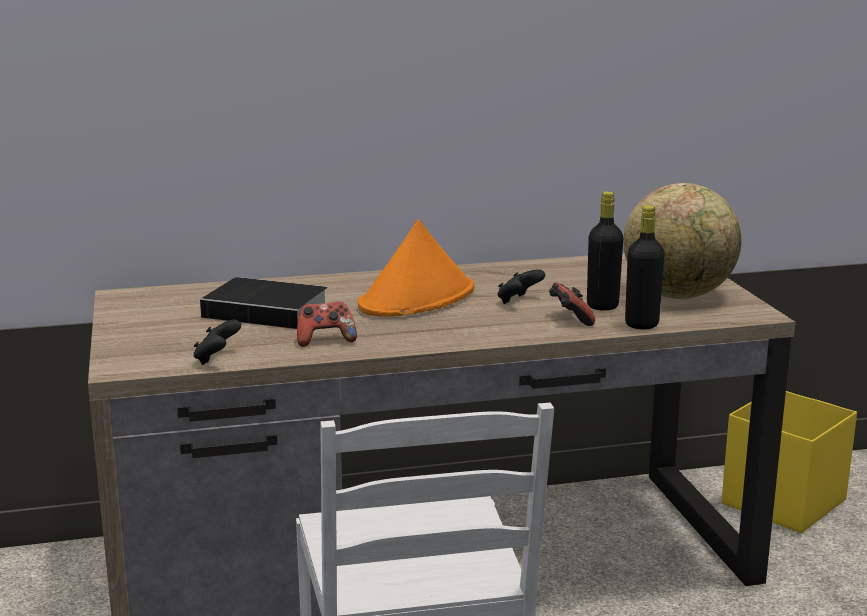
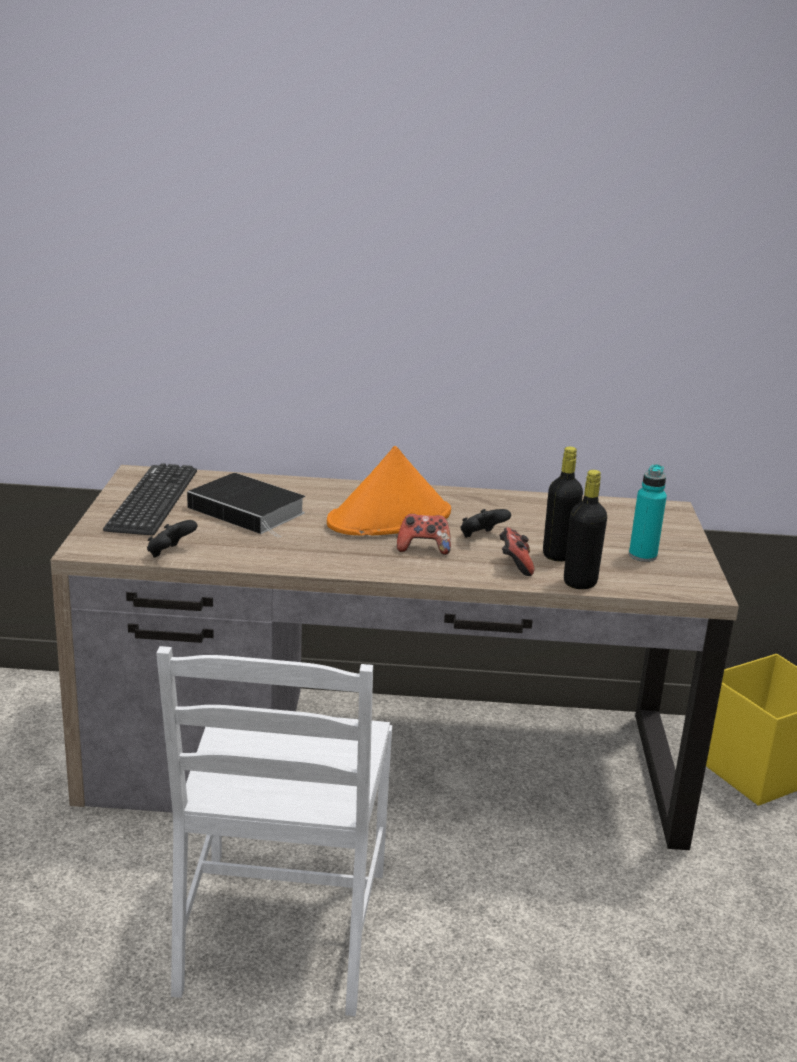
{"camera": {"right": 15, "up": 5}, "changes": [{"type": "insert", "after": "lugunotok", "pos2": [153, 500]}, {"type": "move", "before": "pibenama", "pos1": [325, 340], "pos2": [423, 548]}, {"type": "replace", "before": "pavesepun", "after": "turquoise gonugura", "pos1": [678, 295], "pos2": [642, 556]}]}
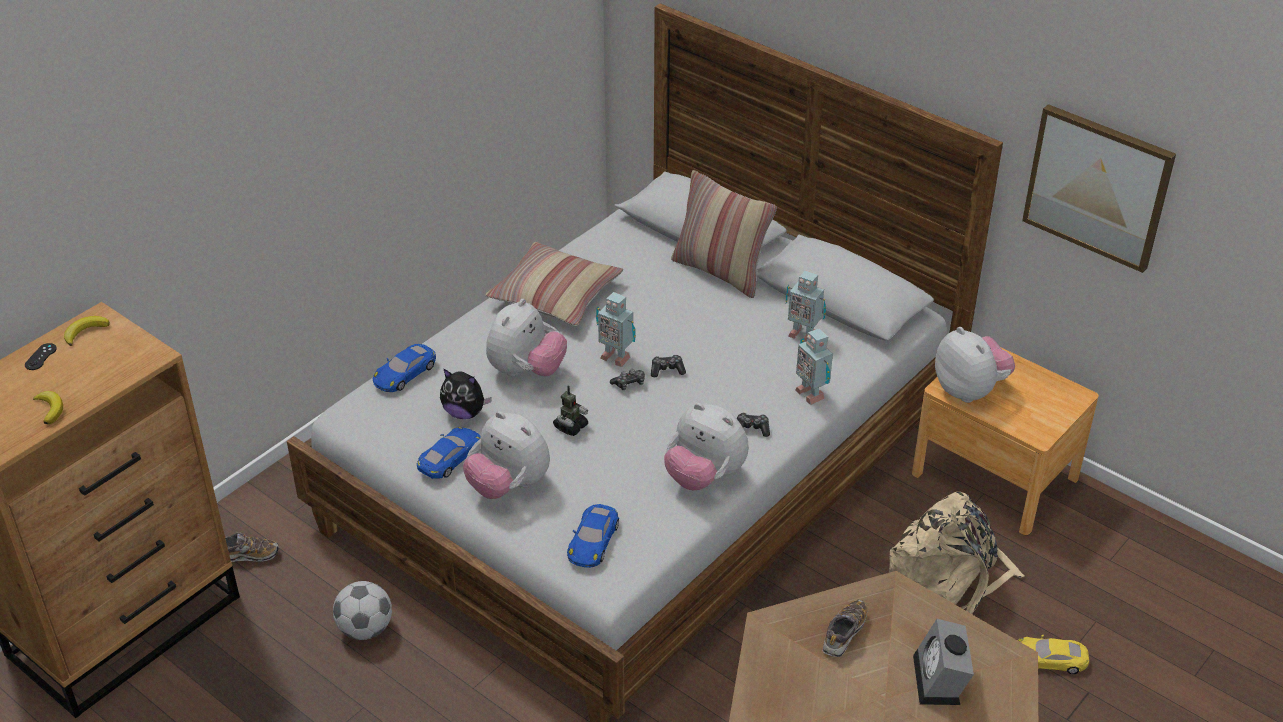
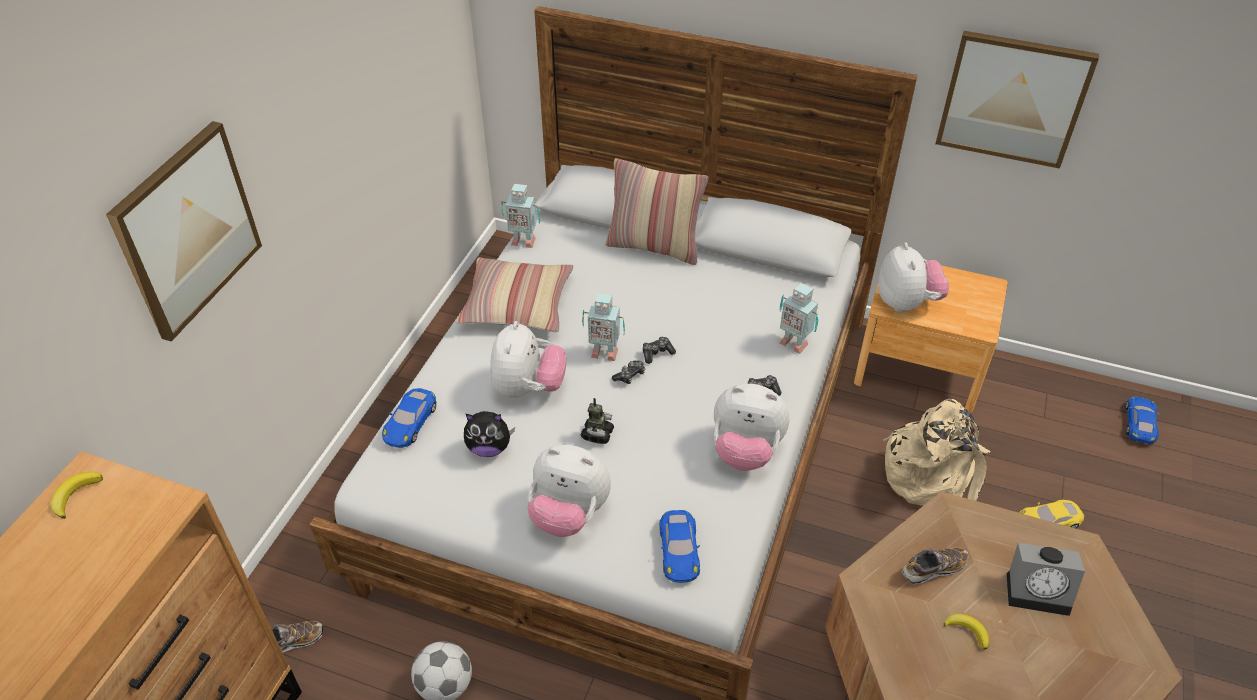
{"camera": {"right": -20, "up": 5}, "changes": [{"type": "insert", "after": "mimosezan", "pos2": [186, 230]}, {"type": "move", "before": "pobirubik", "pos1": [802, 334], "pos2": [523, 240]}, {"type": "rotate", "before": "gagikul", "pos1": [969, 390], "pos2": [906, 303], "turn": 45}, {"type": "rotate", "before": "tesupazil", "pos1": [844, 634], "pos2": [933, 569], "turn": 60}, {"type": "move", "before": "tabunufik", "pos1": [50, 409], "pos2": [967, 631]}, {"type": "rotate", "before": "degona", "pos1": [940, 681], "pos2": [1039, 591], "turn": -60}, {"type": "move", "before": "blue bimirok", "pos1": [450, 457], "pos2": [1140, 423]}, {"type": "delete", "before": "black pibenama", "pos1": [40, 357]}]}
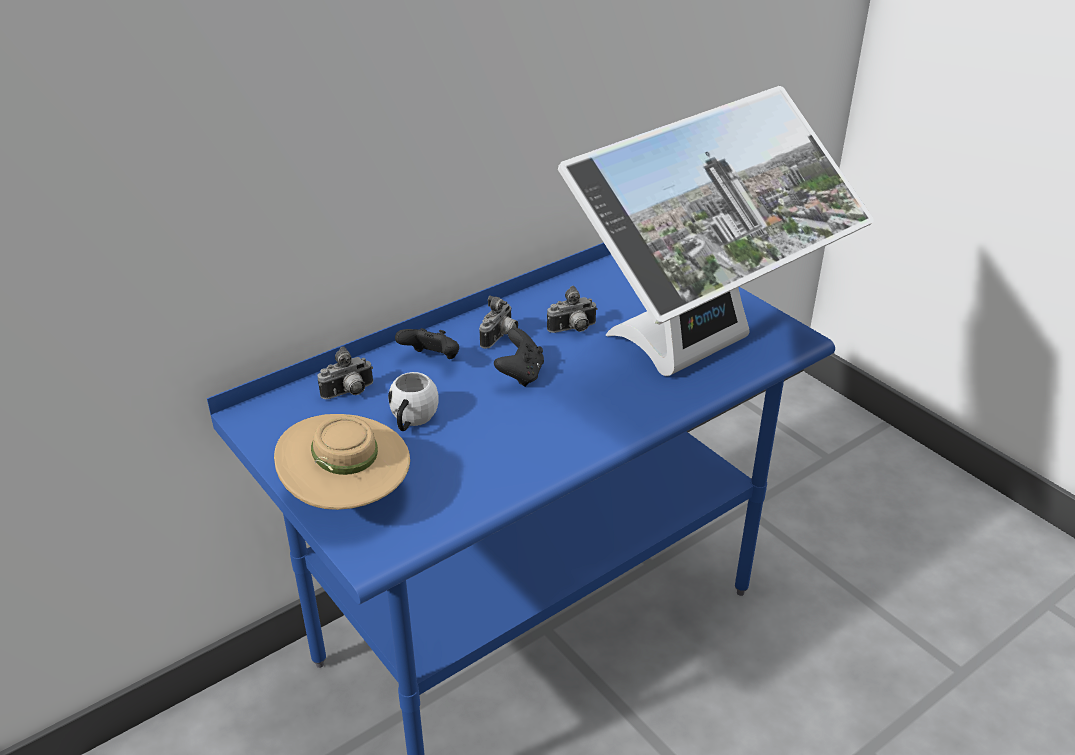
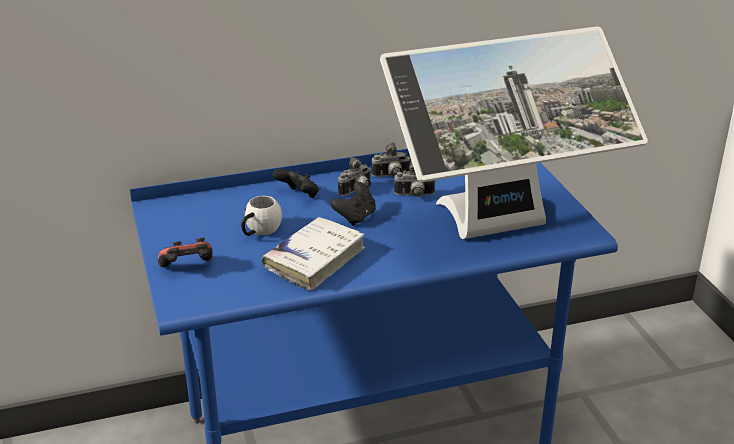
{"camera": {"right": 20, "up": -5}, "changes": [{"type": "replace", "before": "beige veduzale", "after": "pibenama", "pos1": [348, 497], "pos2": [188, 268]}, {"type": "insert", "after": "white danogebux", "pos2": [315, 260]}, {"type": "move", "before": "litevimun", "pos1": [349, 393], "pos2": [391, 176]}]}
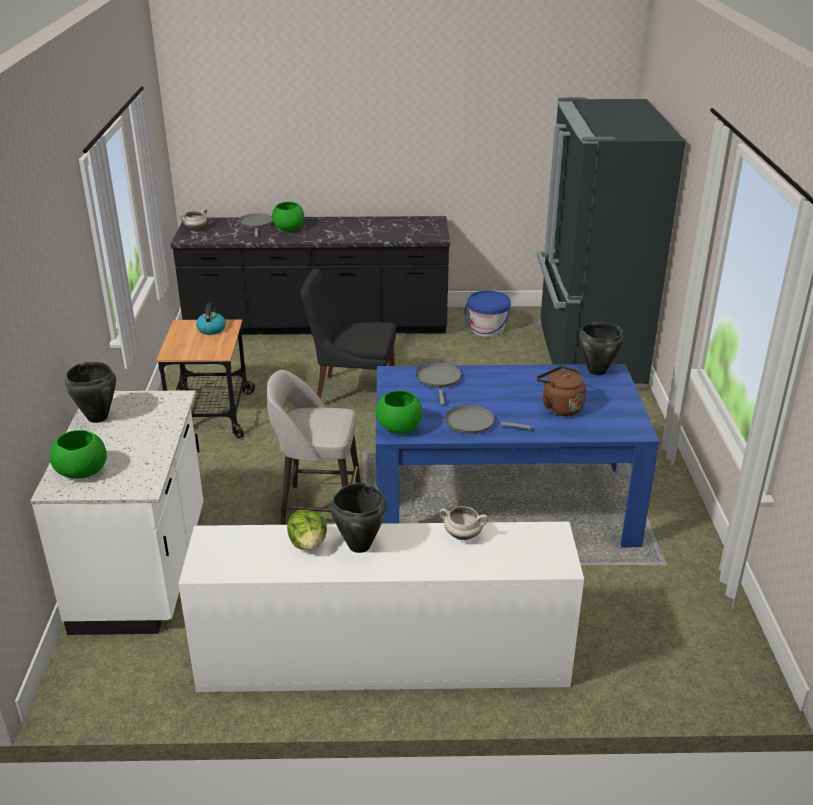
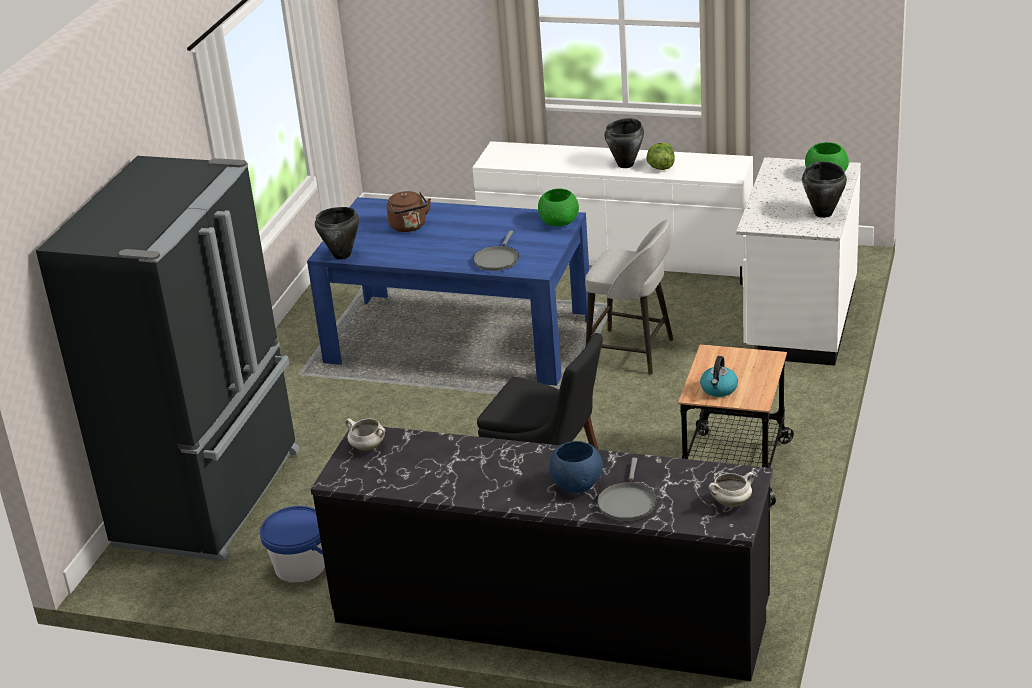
{"camera": {"right": -160, "up": 0}, "changes": [{"type": "move", "before": "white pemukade", "pos1": [463, 535], "pos2": [367, 447]}, {"type": "recolor", "before": "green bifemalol", "after": "blue bifemalol", "pos1": [289, 228], "pos2": [577, 483]}, {"type": "delete", "before": "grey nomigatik", "pos1": [473, 423]}]}
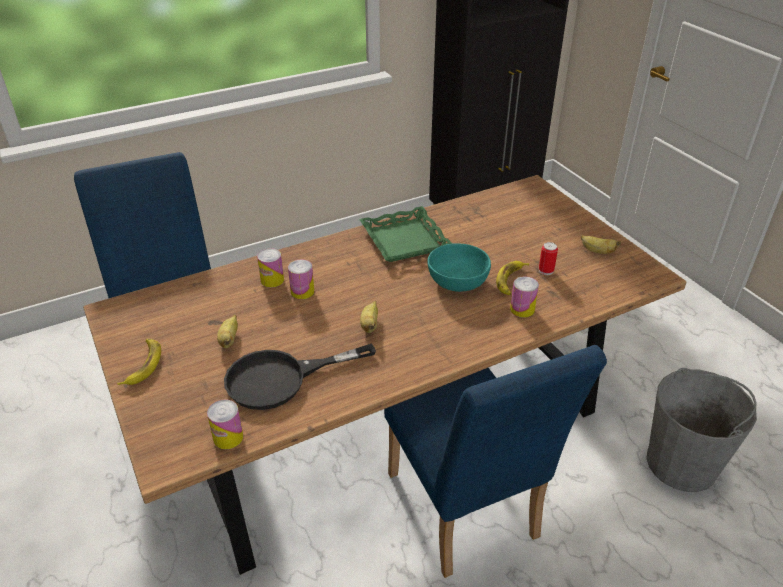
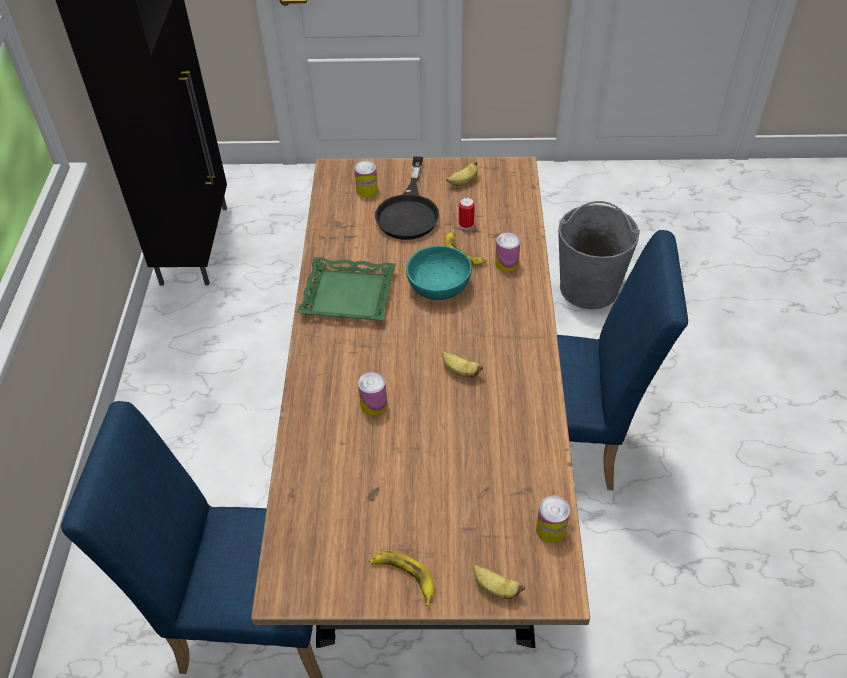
{"camera": {"right": -60, "up": 10}, "changes": [{"type": "move", "before": "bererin", "pos1": [272, 280], "pos2": [367, 190]}, {"type": "move", "before": "black nomigatik", "pos1": [281, 379], "pos2": [409, 211]}, {"type": "move", "before": "tabunufik", "pos1": [229, 339], "pos2": [495, 588]}]}
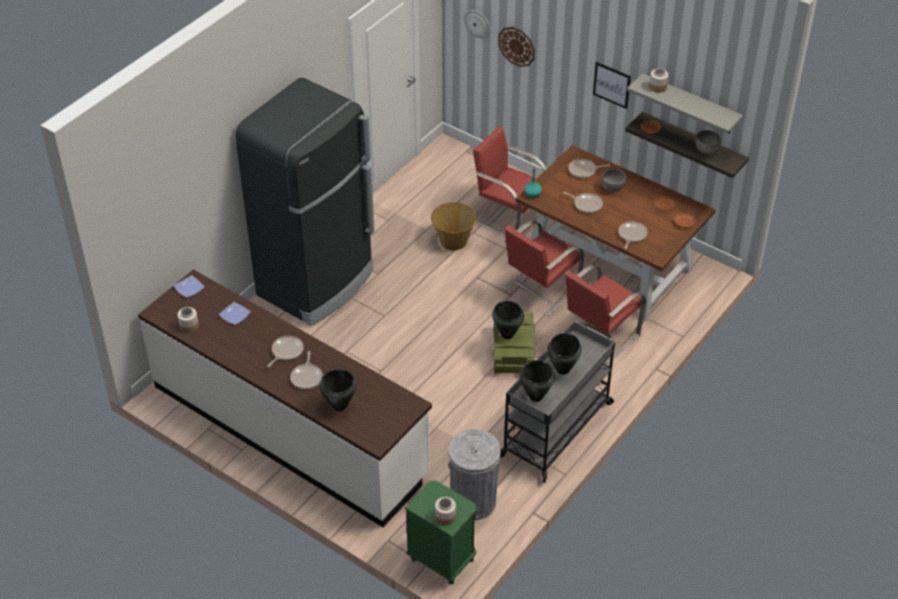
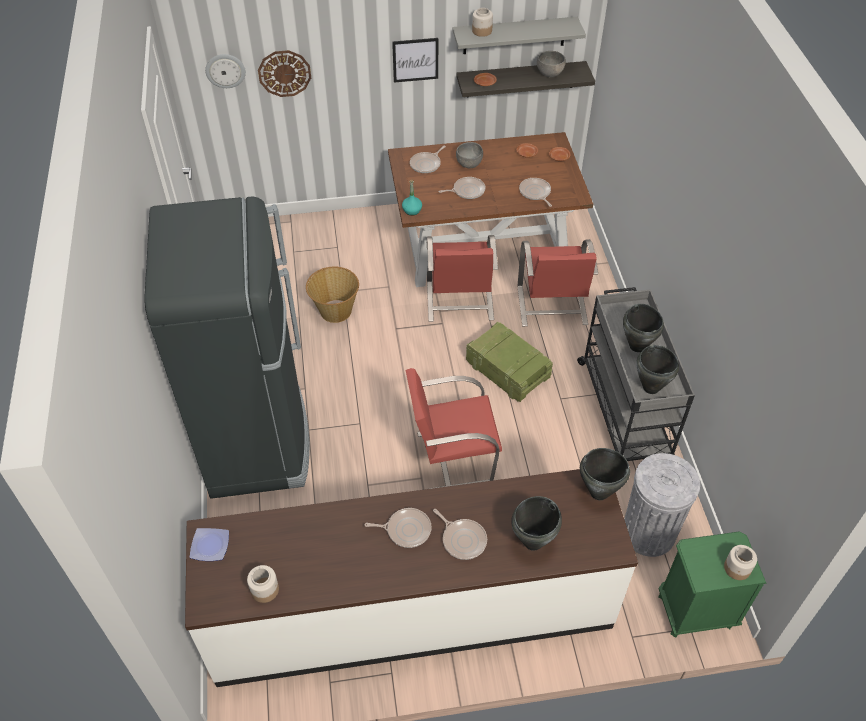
{"camera": {"right": -45, "up": 5}, "changes": [{"type": "rotate", "before": "nomigatik", "pos1": [286, 351], "pos2": [406, 529], "turn": 105}, {"type": "move", "before": "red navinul", "pos1": [509, 215], "pos2": [452, 458]}, {"type": "move", "before": "black pemukade", "pos1": [507, 334], "pos2": [599, 493]}, {"type": "delete", "before": "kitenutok", "pos1": [235, 314]}]}
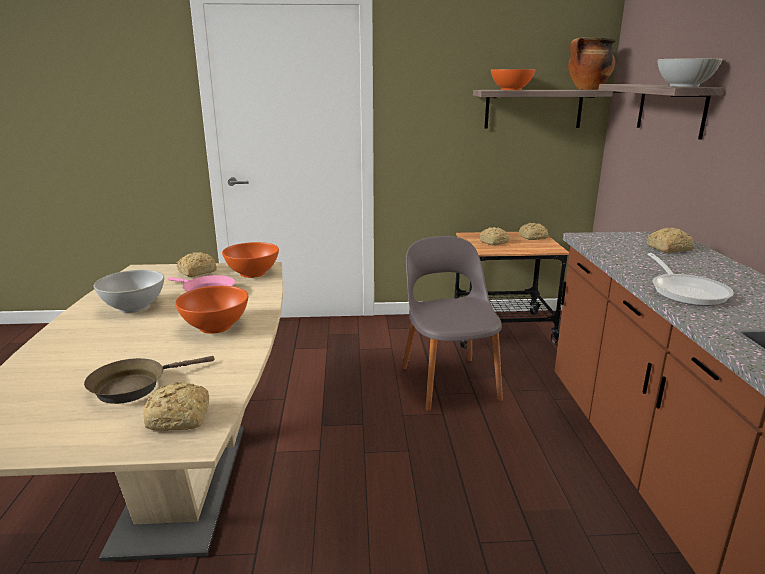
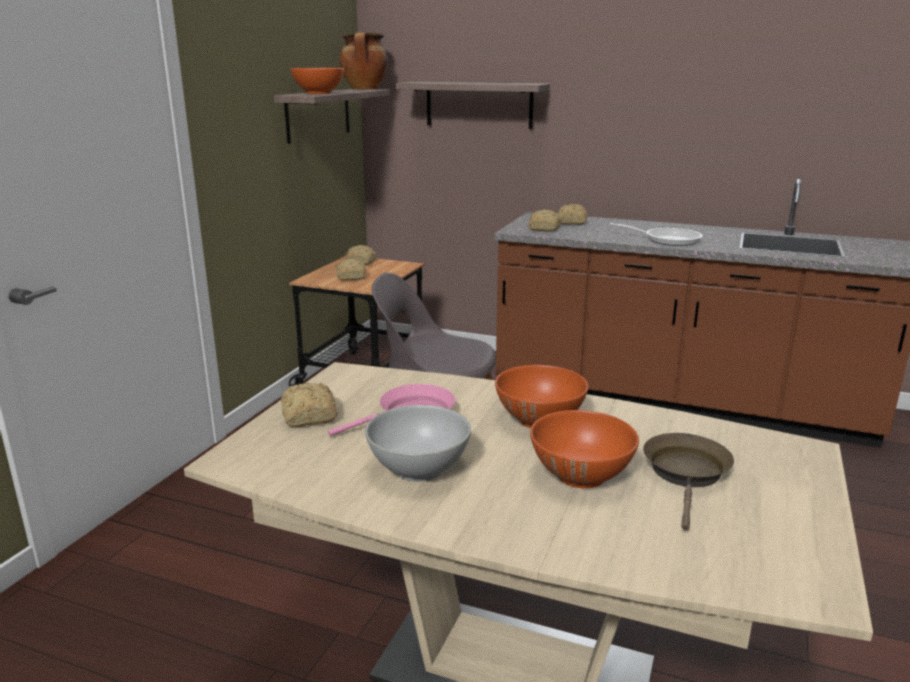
{"camera": {"right": -65, "up": 0}, "changes": [{"type": "move", "before": "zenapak", "pos1": [180, 418], "pos2": [545, 228]}, {"type": "move", "before": "orange bifemalol", "pos1": [253, 273], "pos2": [581, 475]}, {"type": "rotate", "before": "brown nomigatik", "pos1": [134, 386], "pos2": [686, 474], "turn": -150}, {"type": "delete", "before": "white bifemalol", "pos1": [684, 86]}]}
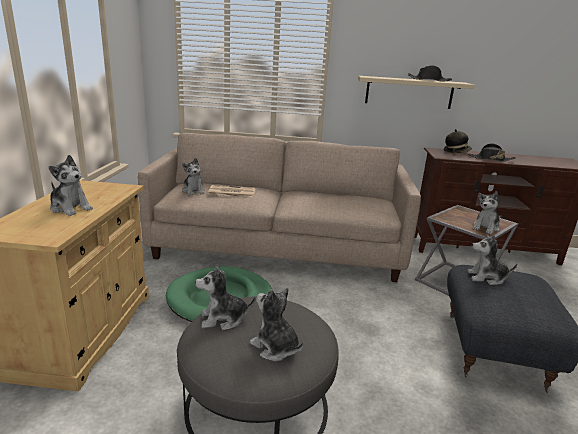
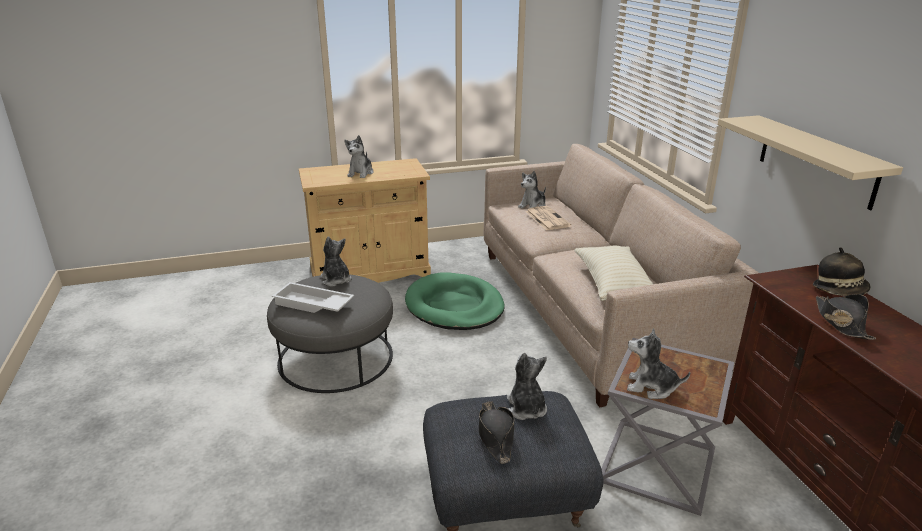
{"camera": {"right": 70, "up": 5}, "changes": [{"type": "replace", "before": "gagikul", "after": "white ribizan", "pos1": [275, 347], "pos2": [312, 304]}, {"type": "move", "before": "black veduzale", "pos1": [429, 80], "pos2": [495, 436]}, {"type": "insert", "after": "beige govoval", "pos2": [613, 285]}]}
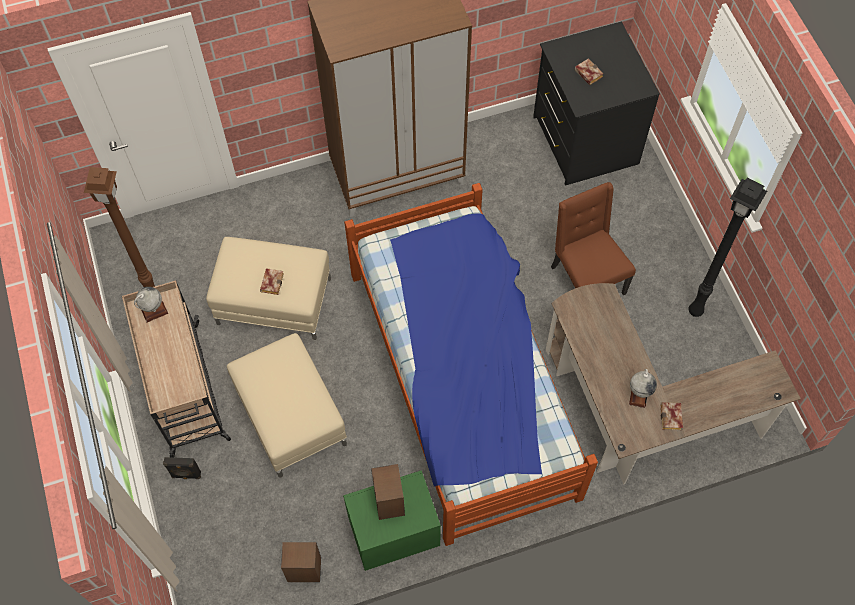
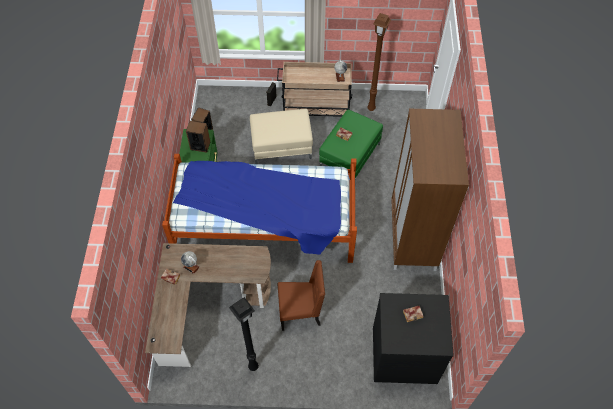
{"camera": {"right": 110, "up": -5}, "changes": [{"type": "recolor", "before": "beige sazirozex", "after": "green sazirozex", "pos1": [275, 301], "pos2": [350, 156]}]}
